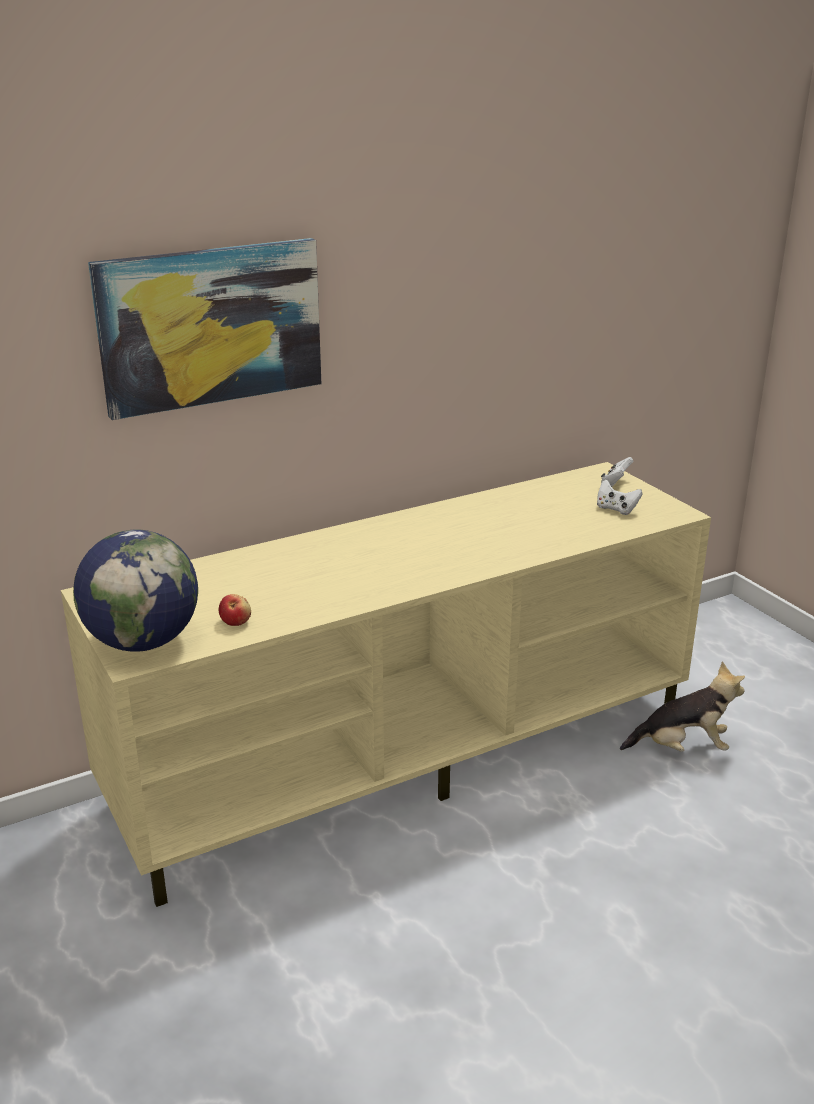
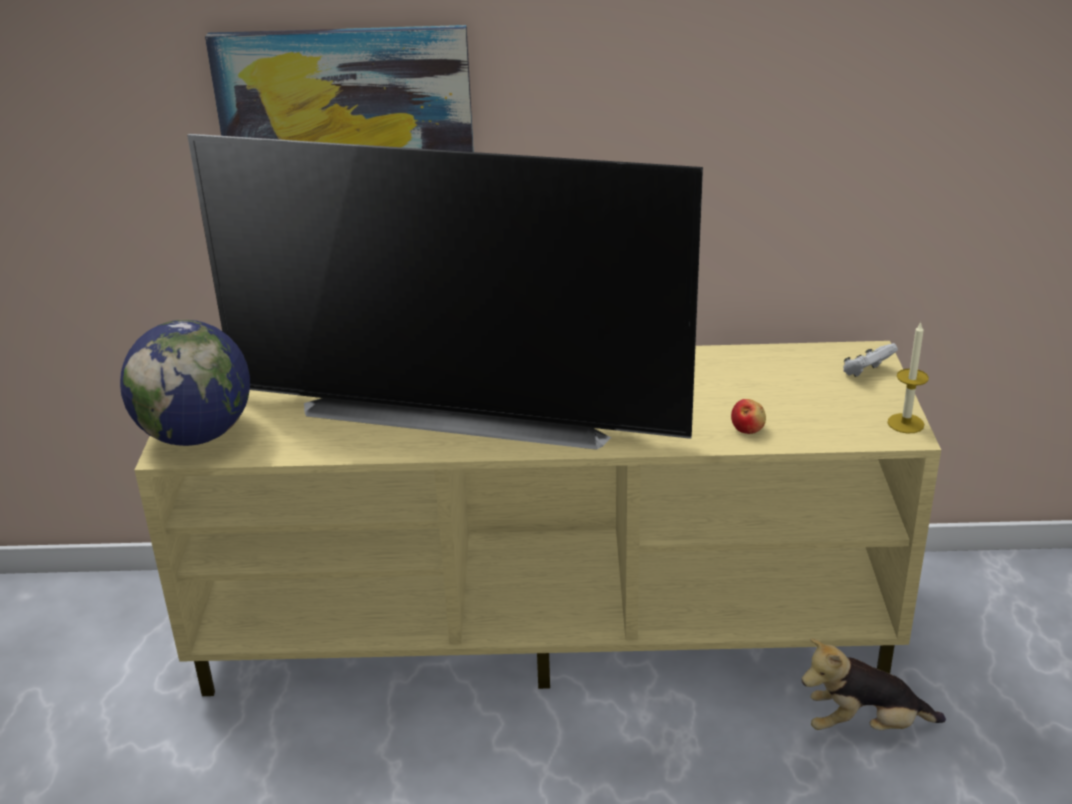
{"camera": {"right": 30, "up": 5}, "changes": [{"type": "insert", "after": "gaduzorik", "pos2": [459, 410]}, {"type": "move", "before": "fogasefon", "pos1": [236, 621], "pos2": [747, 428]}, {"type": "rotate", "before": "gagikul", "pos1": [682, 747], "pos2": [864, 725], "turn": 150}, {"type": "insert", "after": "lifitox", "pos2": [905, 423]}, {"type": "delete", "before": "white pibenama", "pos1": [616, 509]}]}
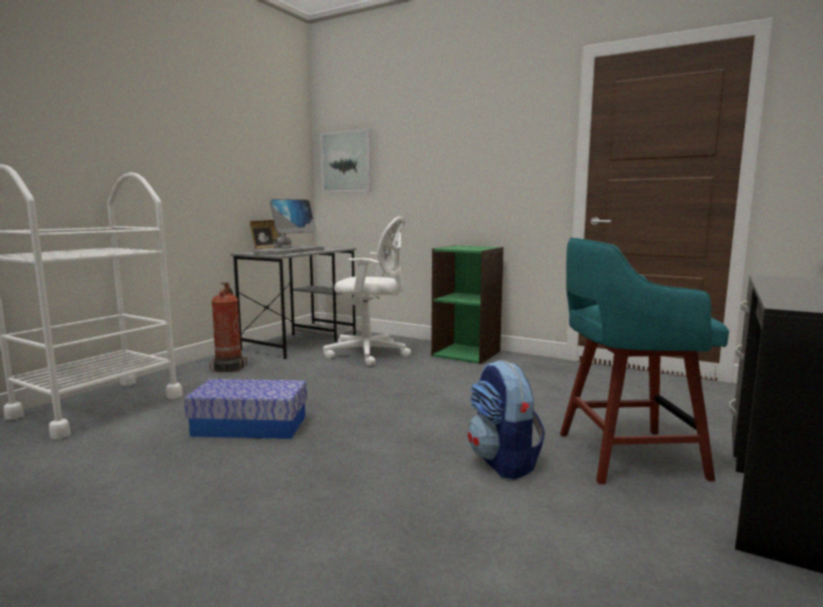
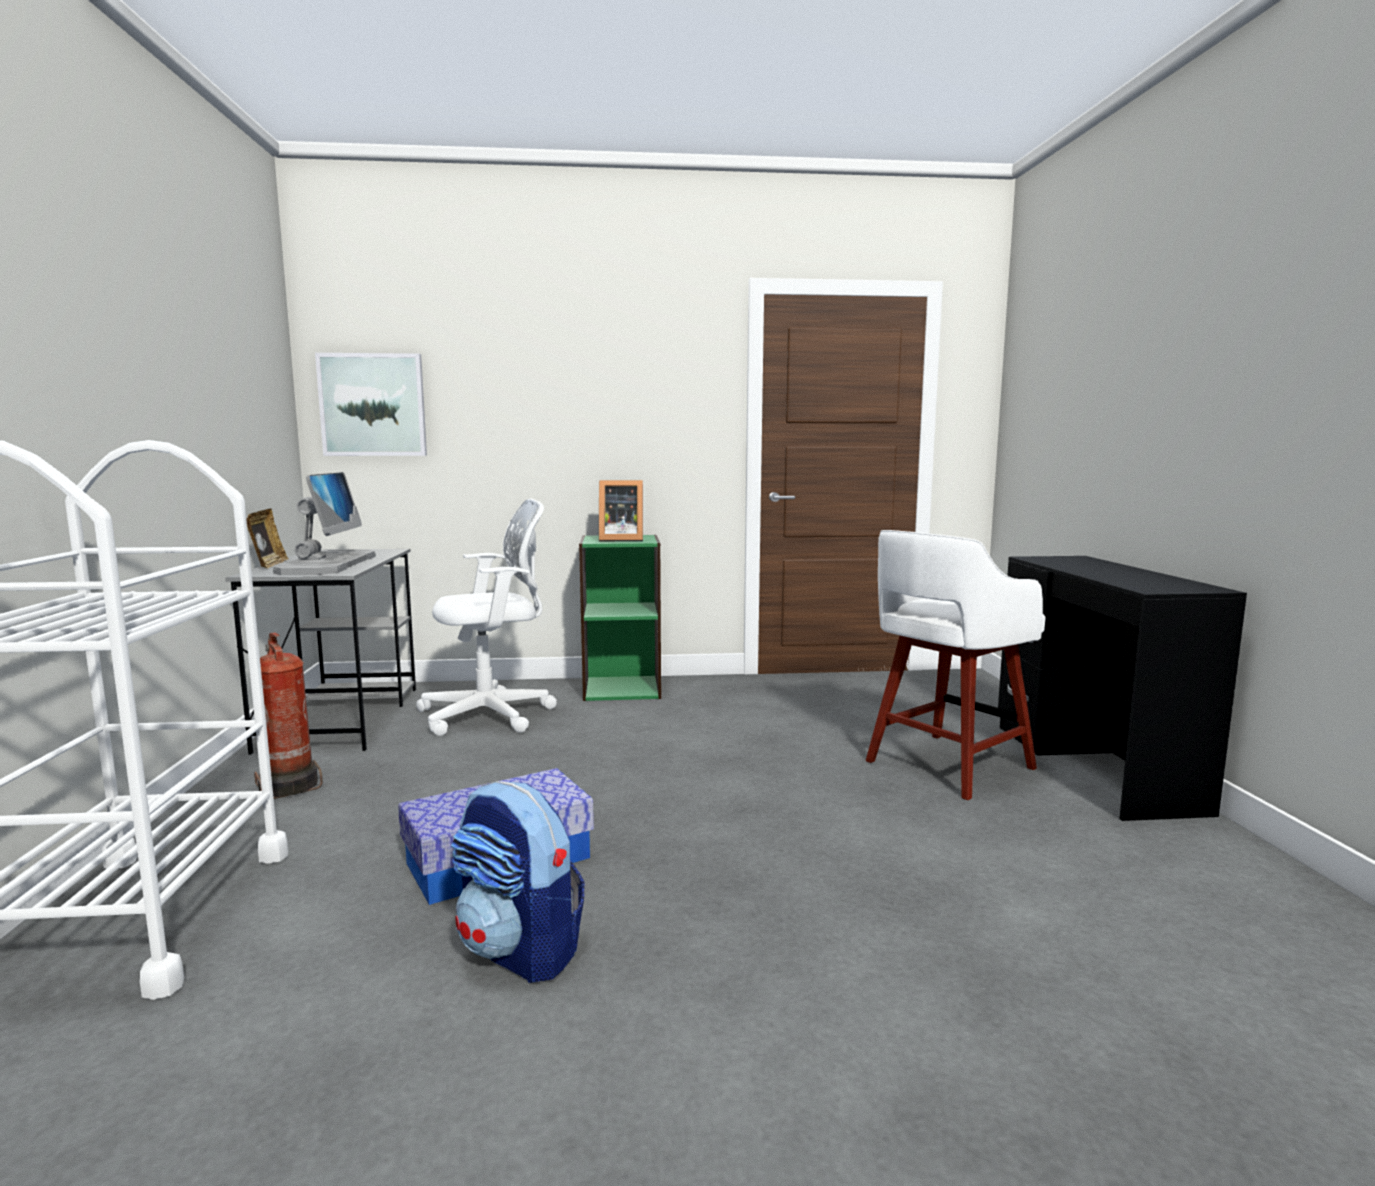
{"camera": {"right": -35, "up": 0}, "changes": [{"type": "move", "before": "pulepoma", "pos1": [503, 462], "pos2": [520, 950]}, {"type": "insert", "after": "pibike", "pos2": [619, 539]}, {"type": "recolor", "before": "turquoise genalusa", "after": "white genalusa", "pos1": [624, 455], "pos2": [946, 766]}]}
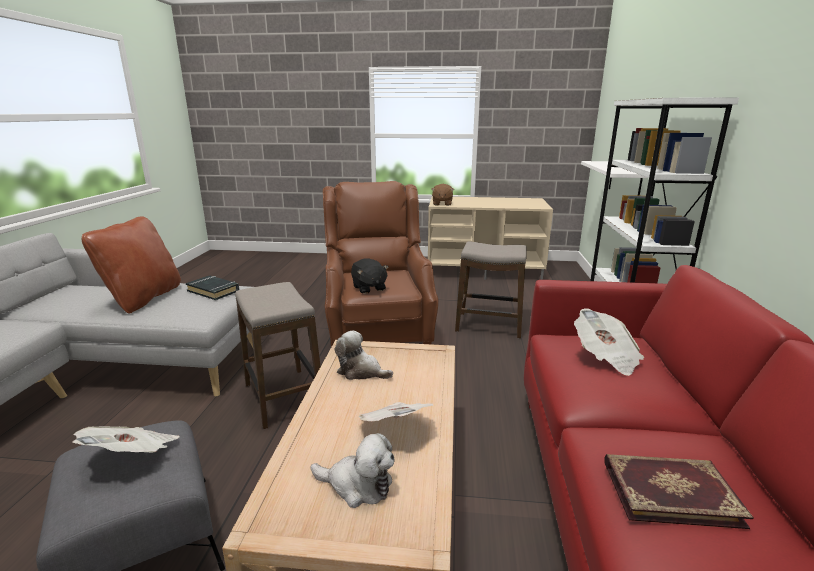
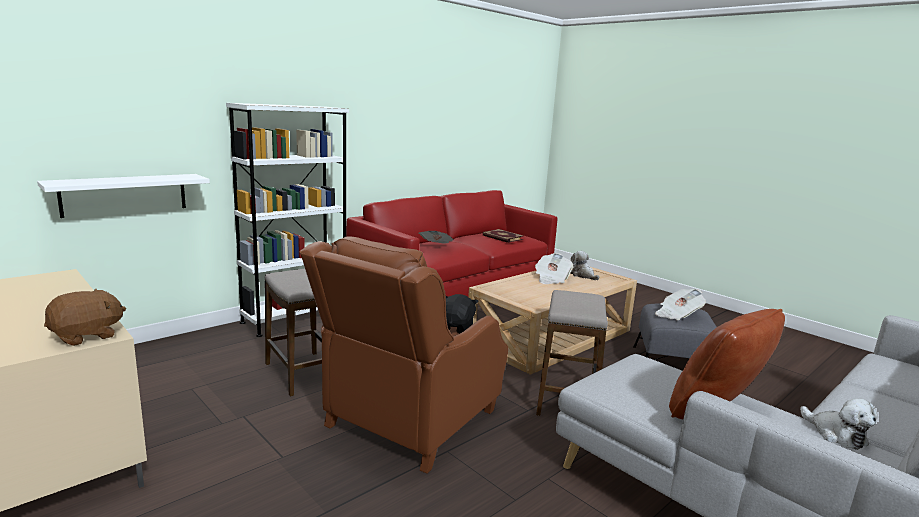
{"camera": {"right": -140, "up": -5}, "changes": [{"type": "move", "before": "gagikul", "pos1": [361, 371], "pos2": [836, 434]}, {"type": "delete", "before": "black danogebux", "pos1": [213, 291]}]}
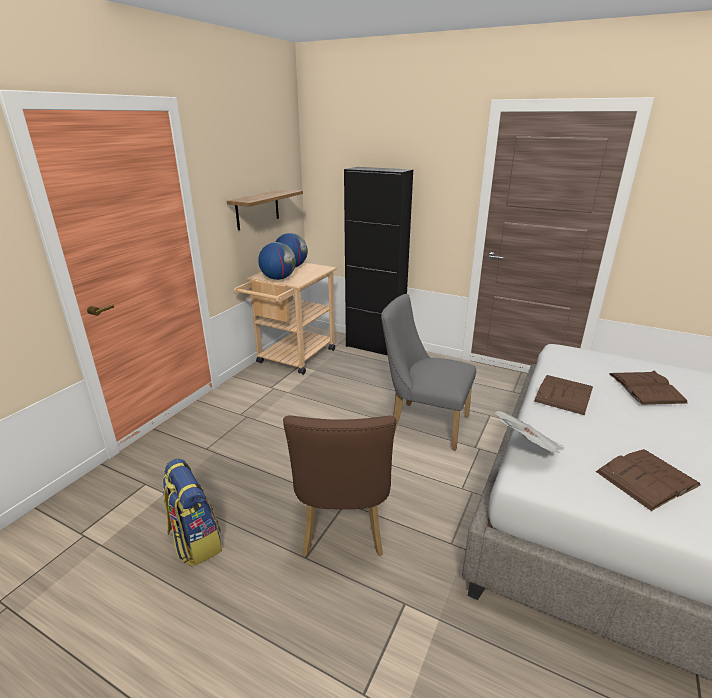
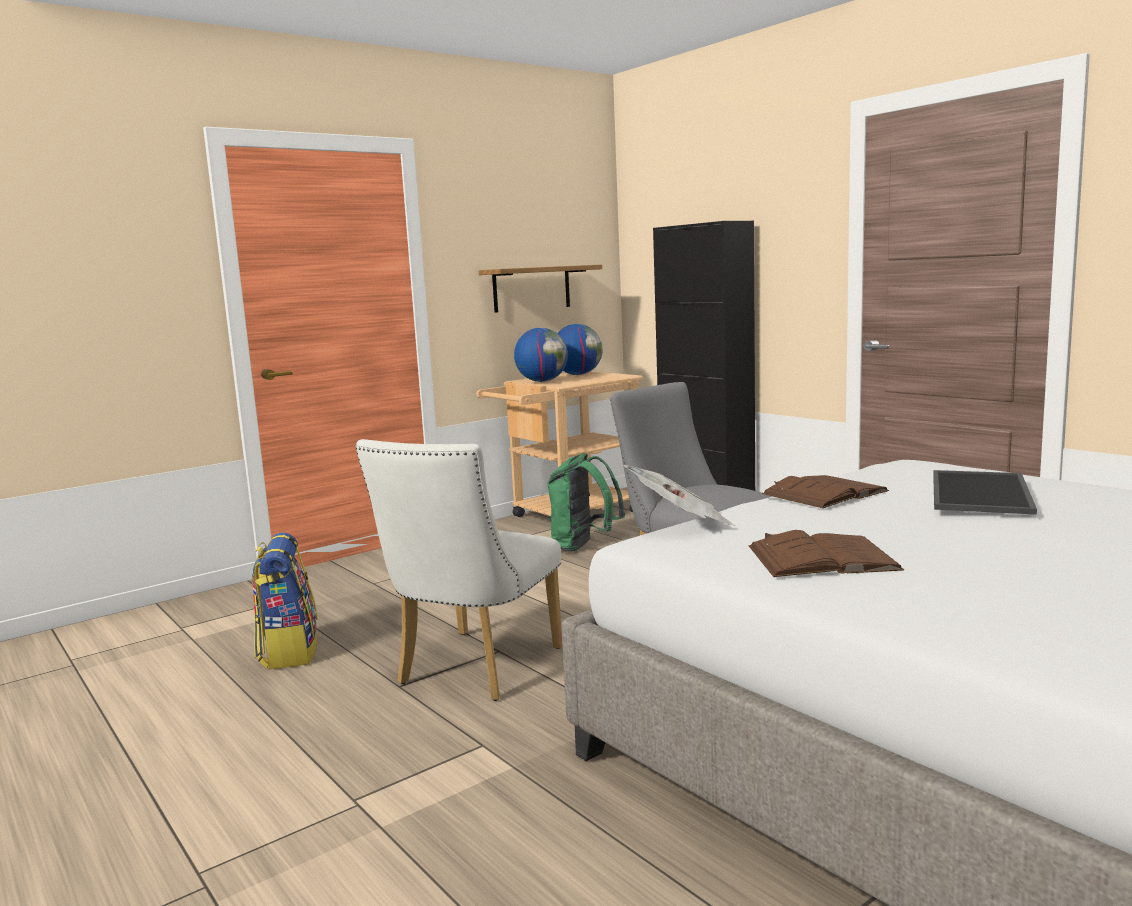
{"camera": {"right": 25, "up": -15}, "changes": [{"type": "recolor", "before": "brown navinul", "after": "white navinul", "pos1": [343, 527], "pos2": [473, 670]}, {"type": "insert", "after": "green pulepoma", "pos2": [584, 547]}, {"type": "replace", "before": "brown danogebux", "after": "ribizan", "pos1": [646, 388], "pos2": [983, 493]}]}
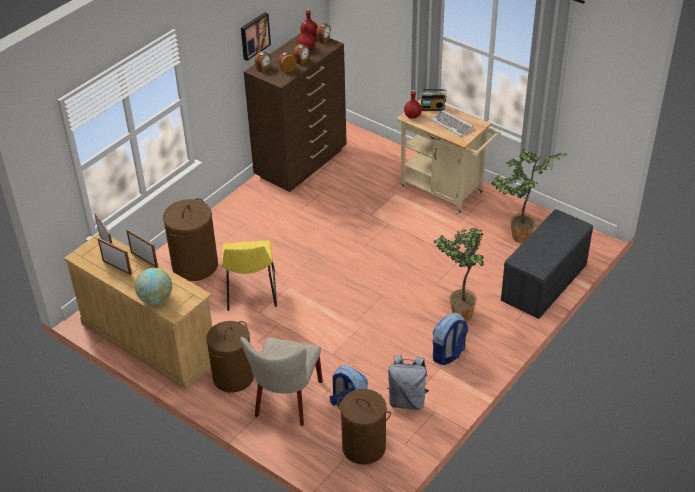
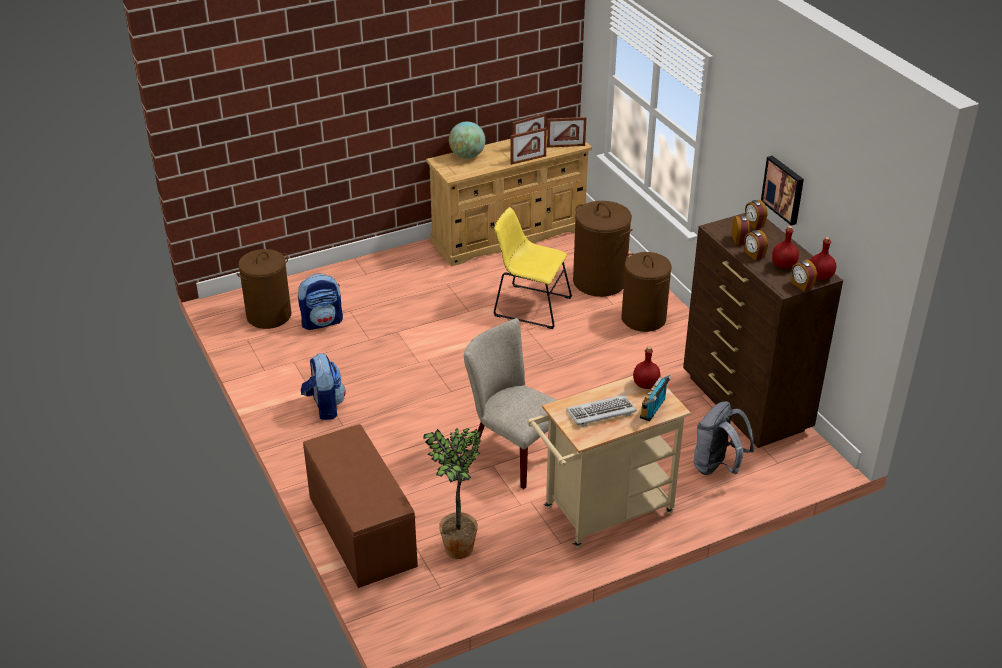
{"camera": {"right": 115, "up": -5}, "changes": [{"type": "recolor", "before": "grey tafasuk", "after": "brown tafasuk", "pos1": [544, 283], "pos2": [360, 531]}, {"type": "move", "before": "beige navinul", "pos1": [286, 402], "pos2": [512, 452]}, {"type": "move", "before": "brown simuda", "pos1": [233, 377], "pos2": [643, 318]}, {"type": "move", "before": "grey pulepoma", "pos1": [407, 400], "pos2": [717, 467]}, {"type": "delete", "before": "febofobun", "pos1": [460, 312]}]}
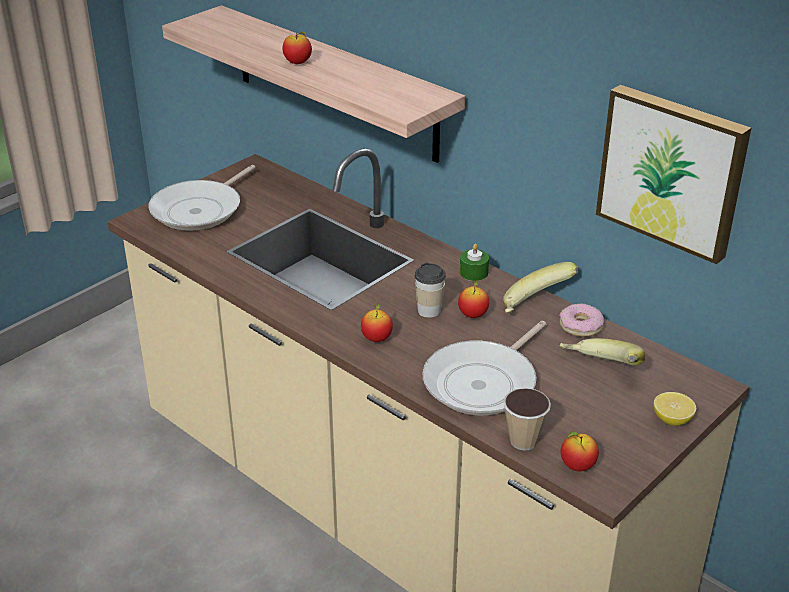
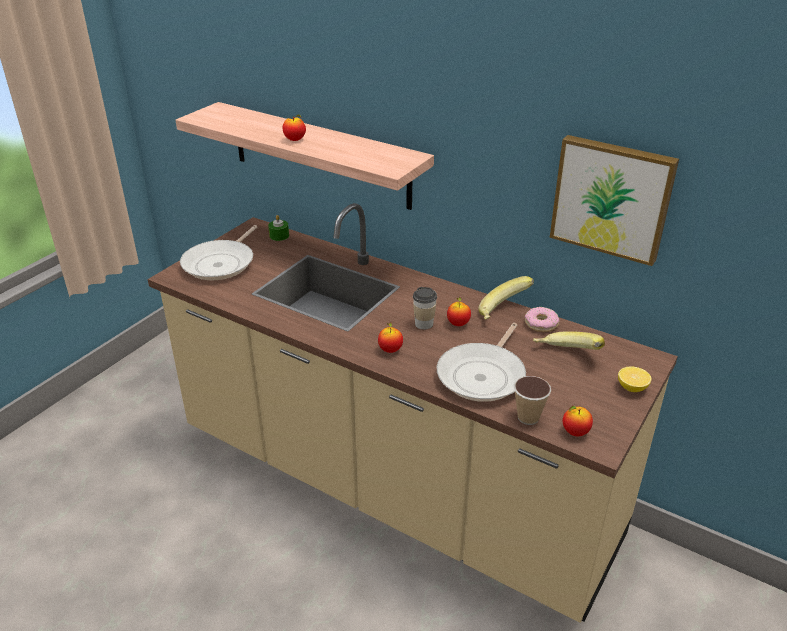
{"camera": {"right": -10, "up": 0}, "changes": [{"type": "move", "before": "green lifitox", "pos1": [473, 272], "pos2": [279, 236]}]}
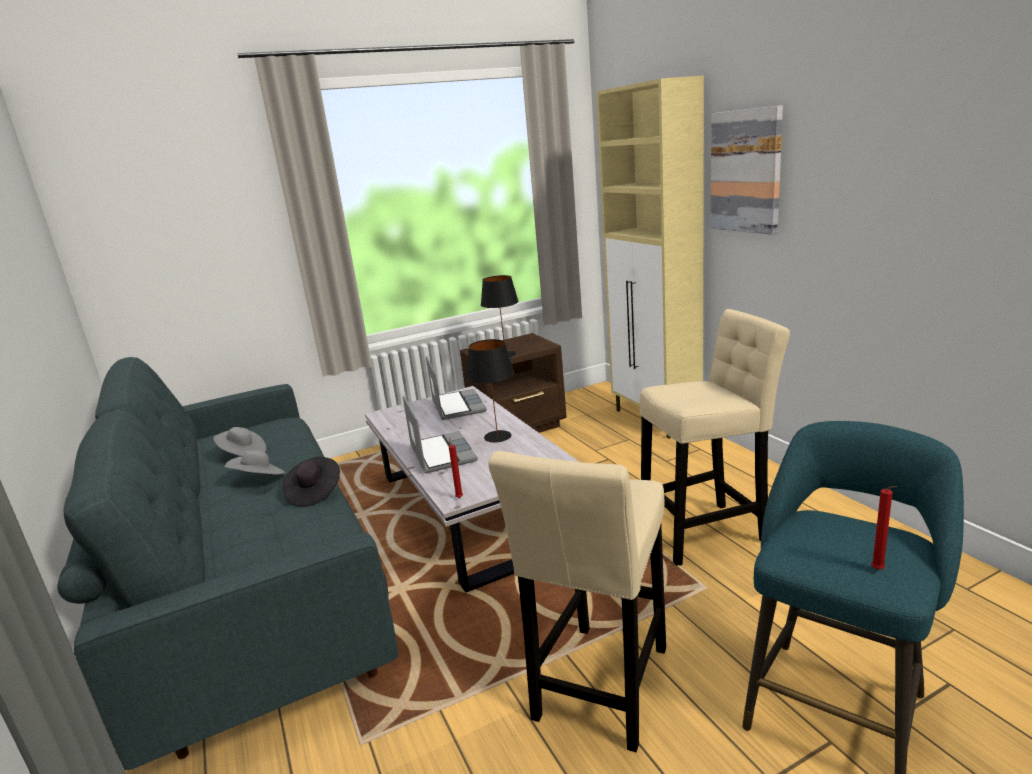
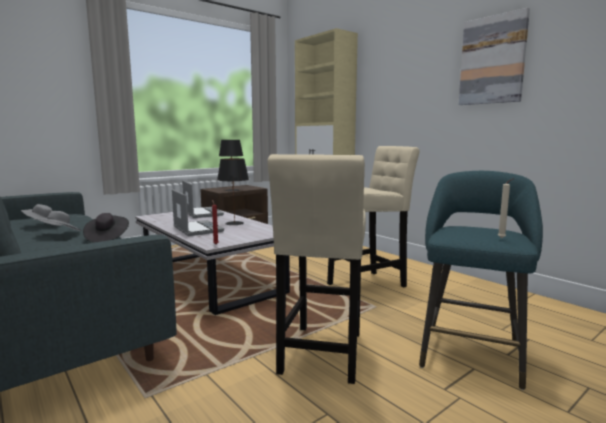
{"camera": {"right": -15, "up": -10}, "changes": [{"type": "move", "before": "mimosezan", "pos1": [746, 171], "pos2": [492, 60]}, {"type": "recolor", "before": "red lifitox", "after": "beige lifitox", "pos1": [879, 571], "pos2": [502, 238]}]}
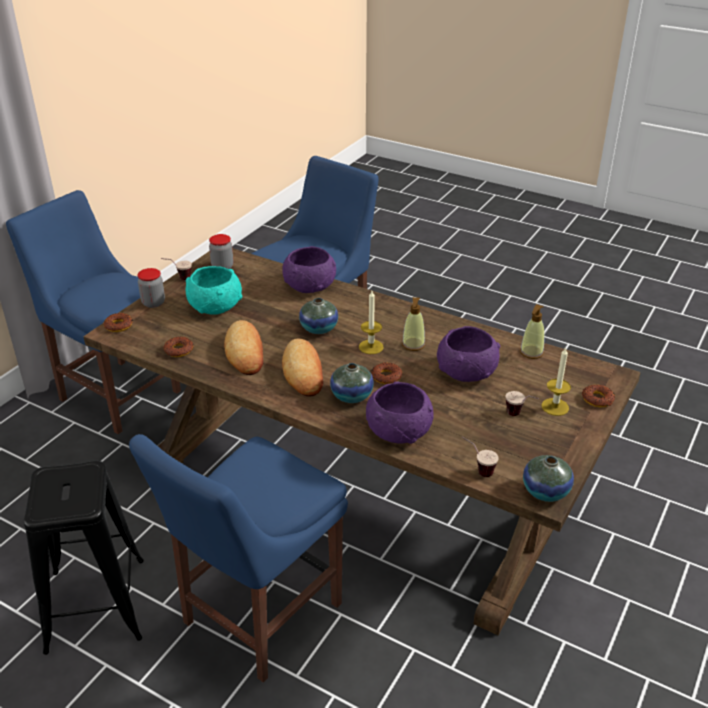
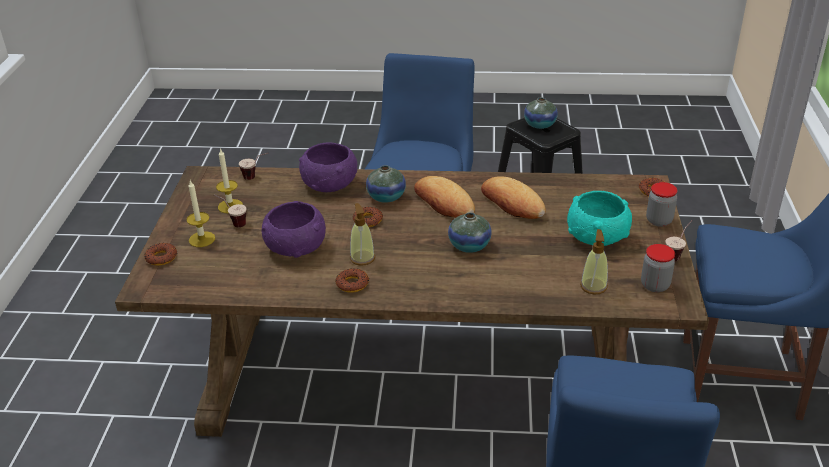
{"camera": {"right": 155, "up": 0}, "changes": [{"type": "move", "before": "lifitox", "pos1": [371, 347], "pos2": [230, 206]}, {"type": "move", "before": "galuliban", "pos1": [178, 350], "pos2": [352, 284]}, {"type": "move", "before": "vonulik", "pos1": [545, 491], "pos2": [540, 125]}, {"type": "move", "before": "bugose", "pos1": [531, 352], "pos2": [593, 286]}, {"type": "delete", "before": "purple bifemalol", "pos1": [309, 286]}]}
